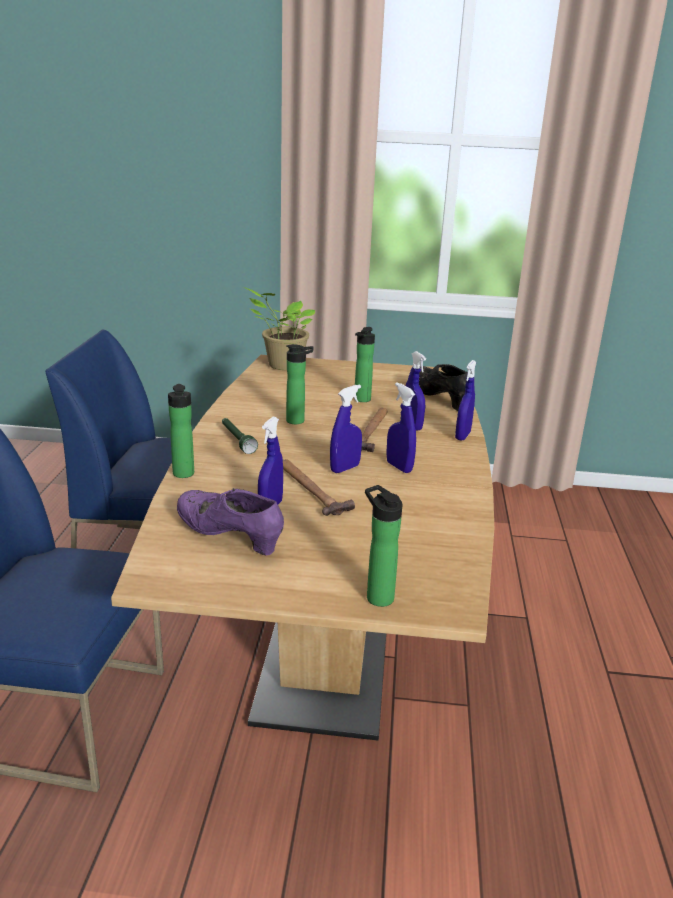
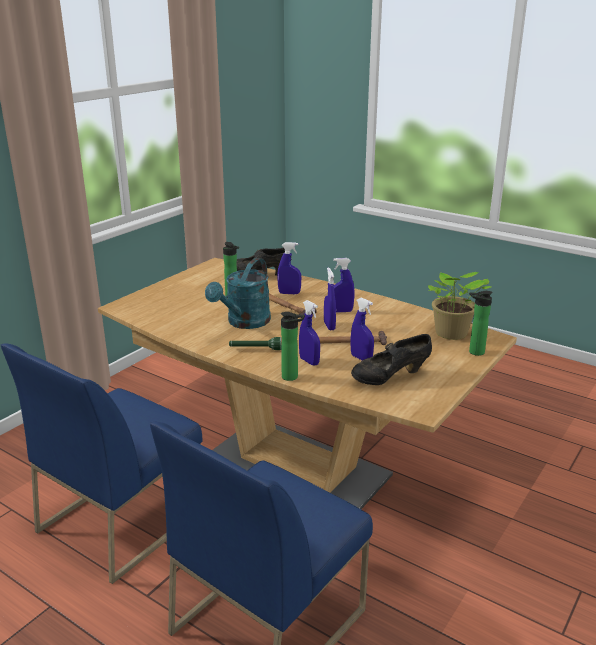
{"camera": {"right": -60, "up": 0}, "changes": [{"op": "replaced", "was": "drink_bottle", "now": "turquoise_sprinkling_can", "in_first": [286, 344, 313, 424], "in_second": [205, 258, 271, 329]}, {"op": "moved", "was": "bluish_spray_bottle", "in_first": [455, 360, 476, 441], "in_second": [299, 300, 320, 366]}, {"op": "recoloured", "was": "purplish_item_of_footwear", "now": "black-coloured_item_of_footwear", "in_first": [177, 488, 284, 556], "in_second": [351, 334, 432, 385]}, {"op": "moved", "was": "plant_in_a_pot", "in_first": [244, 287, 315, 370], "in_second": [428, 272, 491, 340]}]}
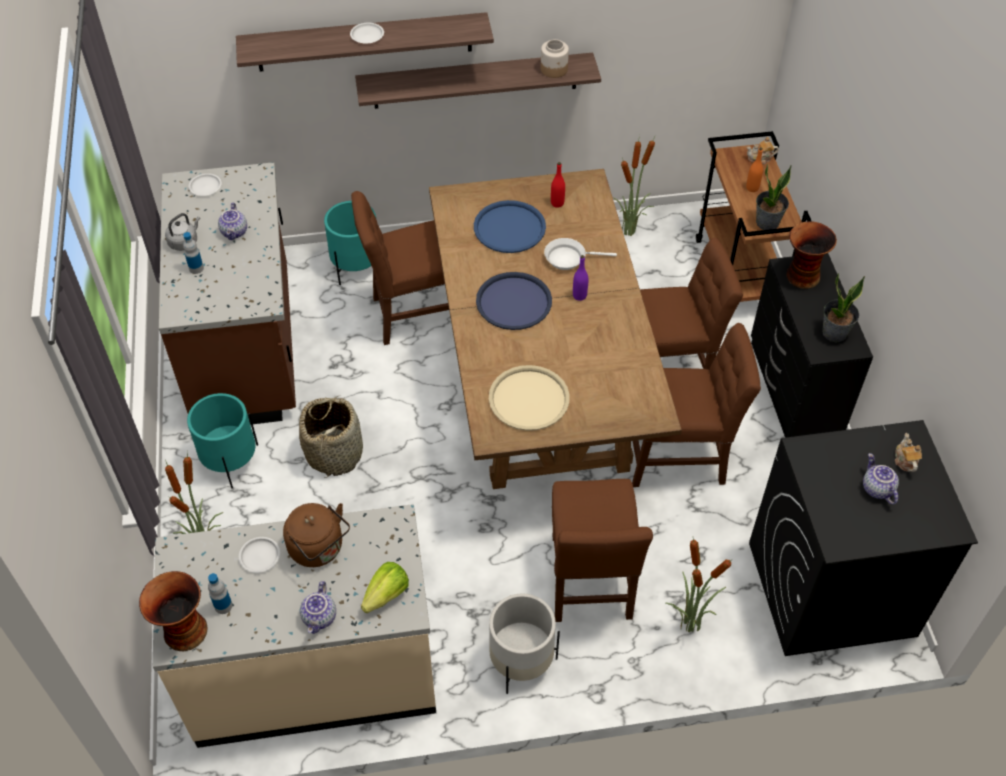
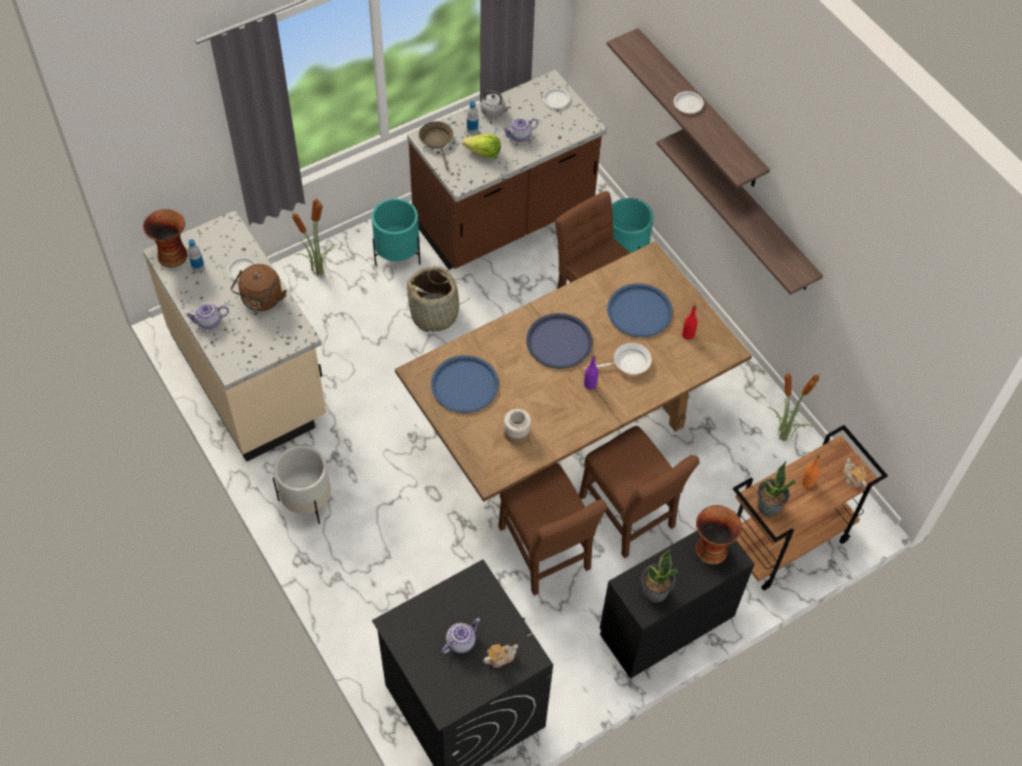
{"camera": {"right": 65, "up": 5}, "changes": [{"op": "added", "now": "brownish_pan", "in_second": [419, 121, 453, 170]}, {"op": "recoloured", "was": "beige-coloured_serving_tray", "now": "bluish_serving_tray", "in_first": [489, 365, 570, 431], "in_second": [431, 355, 499, 413]}, {"op": "moved", "was": "lettuce", "in_first": [361, 562, 409, 613], "in_second": [462, 134, 501, 158]}, {"op": "moved", "was": "jar", "in_first": [541, 39, 569, 78], "in_second": [504, 409, 531, 444]}, {"op": "turned", "was": "white-coloured_pan", "in_first": [544, 238, 617, 270], "in_second": [586, 343, 652, 374], "clockwise": 105}, {"op": "removed", "was": "brownish_chair", "in_first": [552, 479, 653, 622]}, {"op": "removed", "was": "plant_in_a_pot", "in_first": [665, 538, 731, 632]}]}
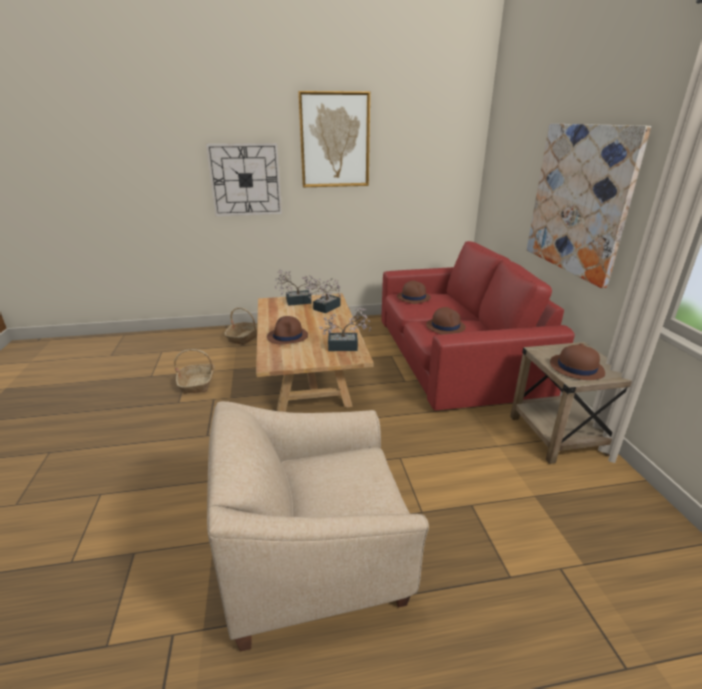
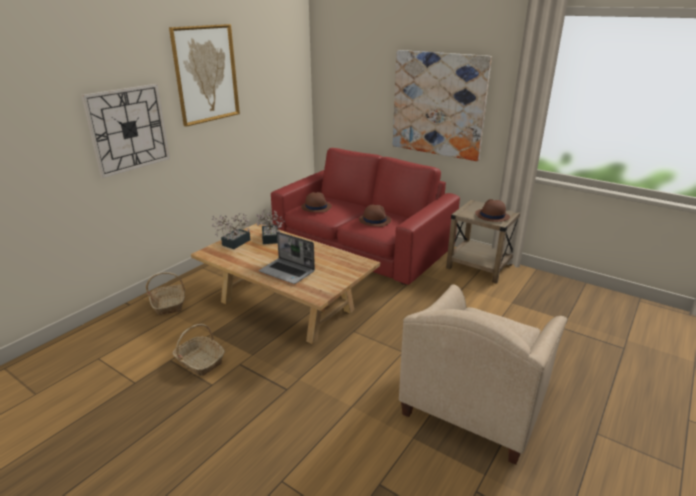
{"camera": {"right": -45, "up": 0}, "changes": [{"op": "replaced", "was": "brownish_clothing_hat", "now": "notebook_computer", "in_first": [267, 316, 308, 344], "in_second": [259, 232, 315, 284]}, {"op": "removed", "was": "plant_in_a_pot", "in_first": [319, 308, 371, 351]}]}
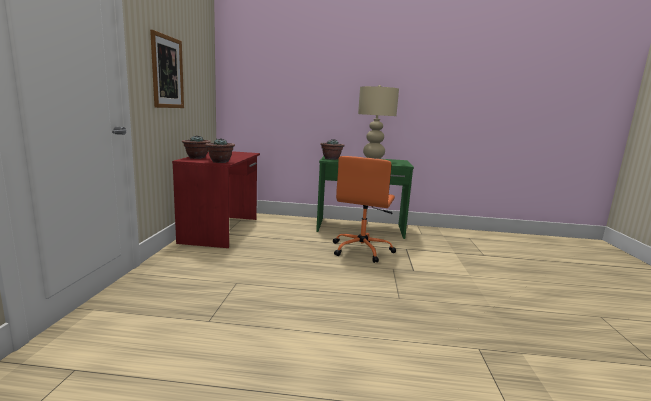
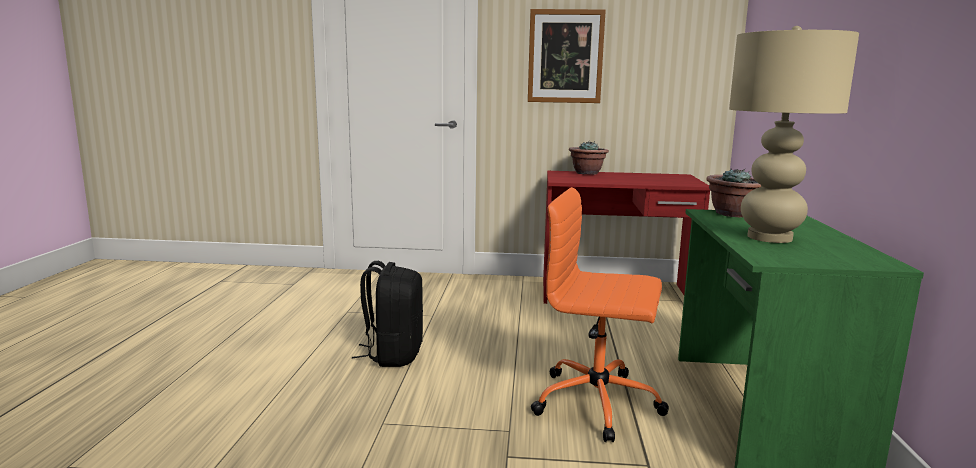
{"camera": {"right": 90, "up": 0}, "changes": [{"op": "added", "now": "black-coloured_backpack", "in_second": [352, 261, 423, 367]}, {"op": "removed", "was": "plant_in_a_pot", "in_first": [205, 138, 235, 163]}]}
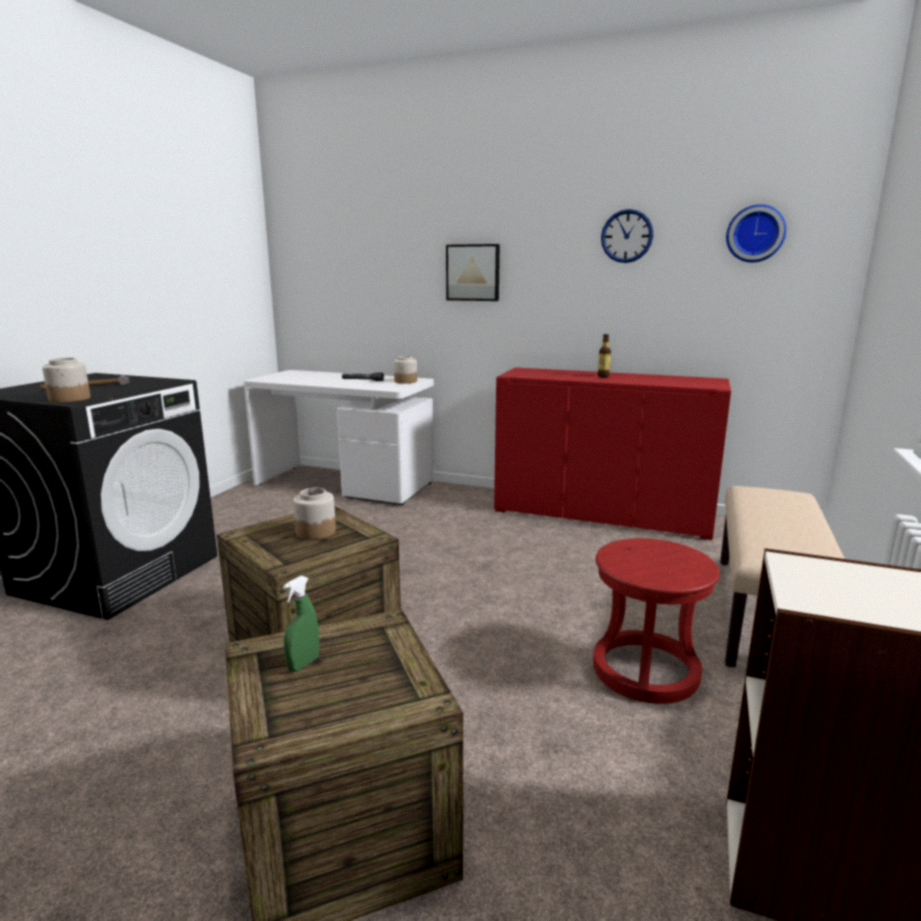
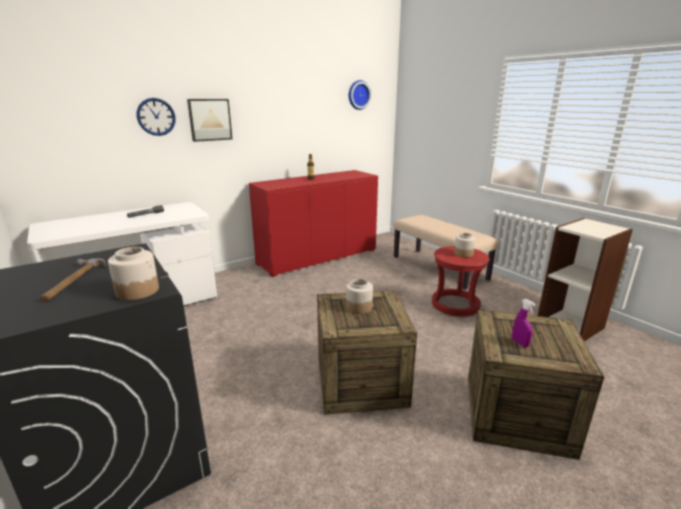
{"camera": {"right": -55, "up": 5}, "changes": [{"op": "moved", "was": "clock_on_the_wall", "in_first": [601, 209, 653, 263], "in_second": [137, 98, 176, 136]}, {"op": "moved", "was": "jar", "in_first": [394, 356, 417, 383], "in_second": [454, 233, 476, 257]}, {"op": "recoloured", "was": "green-coloured_spray_bottle", "now": "purplish_spray_bottle", "in_first": [283, 576, 319, 672], "in_second": [512, 299, 536, 347]}]}
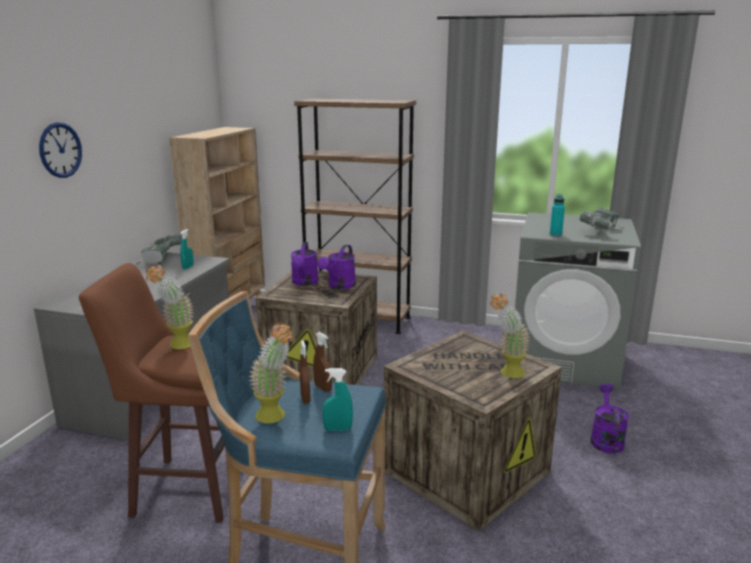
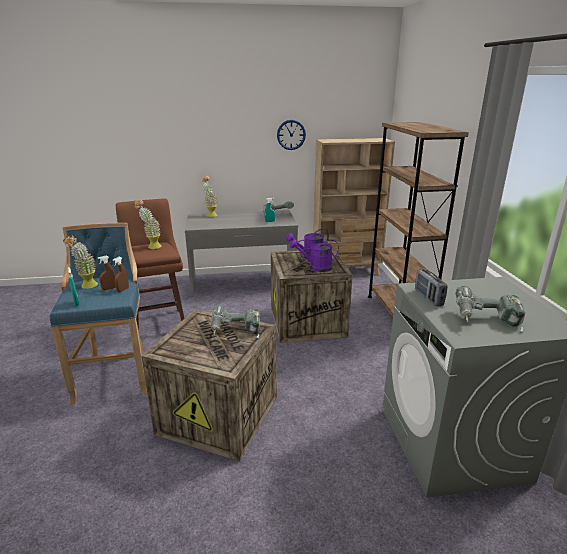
{"camera": {"right": 65, "up": 5}, "changes": [{"op": "moved", "was": "plant_in_a_pot", "in_first": [490, 293, 530, 378], "in_second": [202, 176, 218, 217]}, {"op": "added", "now": "power_drill", "in_second": [211, 305, 260, 339]}, {"op": "moved", "was": "clock_on_the_wall", "in_first": [39, 122, 82, 178], "in_second": [277, 120, 306, 150]}, {"op": "replaced", "was": "turquoise_drink_bottle", "now": "radio_set", "in_first": [550, 194, 565, 236], "in_second": [415, 268, 448, 306]}, {"op": "removed", "was": "purplish_sprinkling_can", "in_first": [590, 383, 629, 454]}]}
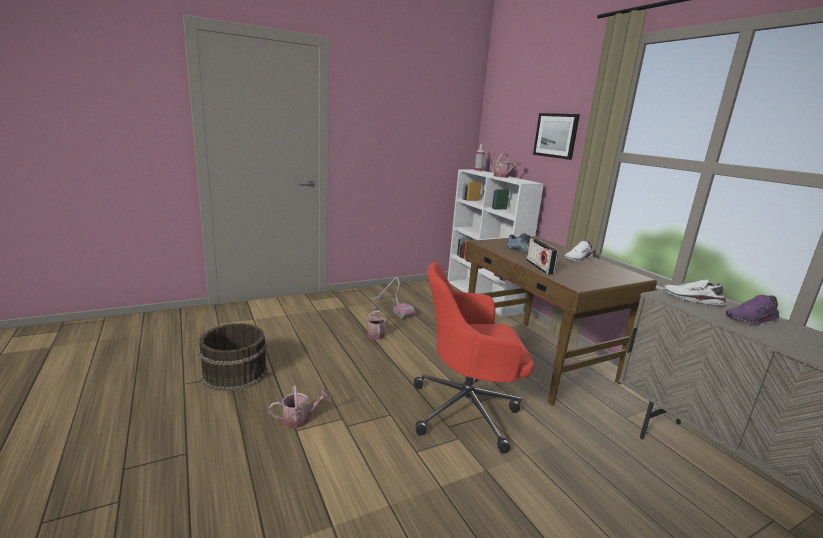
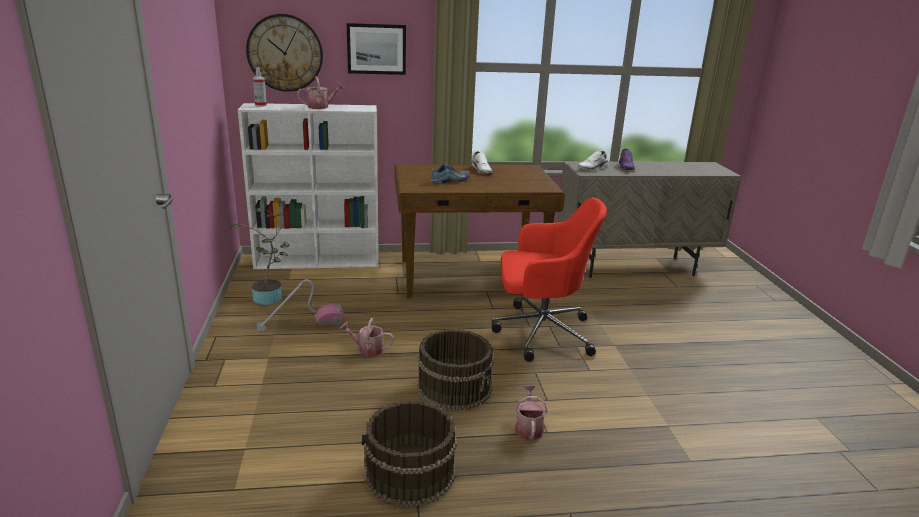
{"camera": {"right": -70, "up": 5}, "changes": [{"op": "added", "now": "plant_in_a_pot", "in_second": [231, 207, 290, 305]}, {"op": "added", "now": "clock_on_the_wall", "in_second": [246, 14, 323, 92]}, {"op": "added", "now": "brownish_bucket", "in_second": [417, 329, 494, 411]}, {"op": "turned", "was": "red_office_chair", "in_first": [414, 262, 534, 454], "in_second": [491, 197, 607, 362], "clockwise": -105}, {"op": "removed", "was": "radio_set", "in_first": [526, 238, 558, 275]}]}
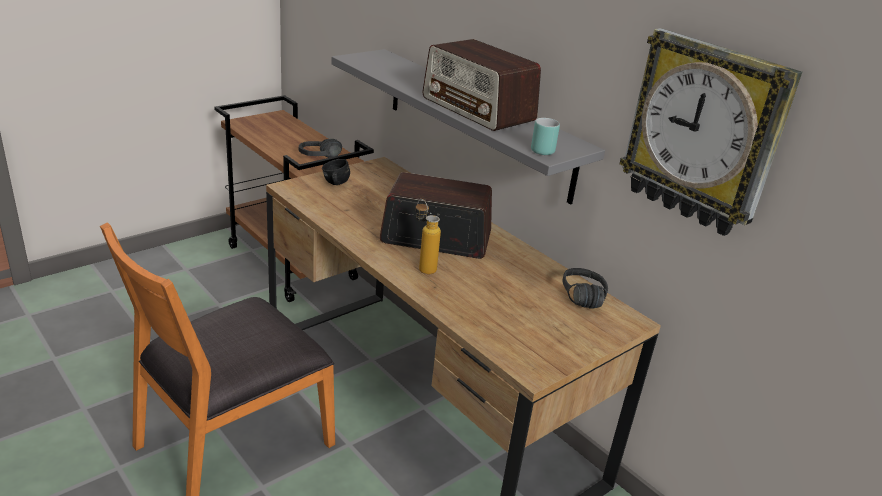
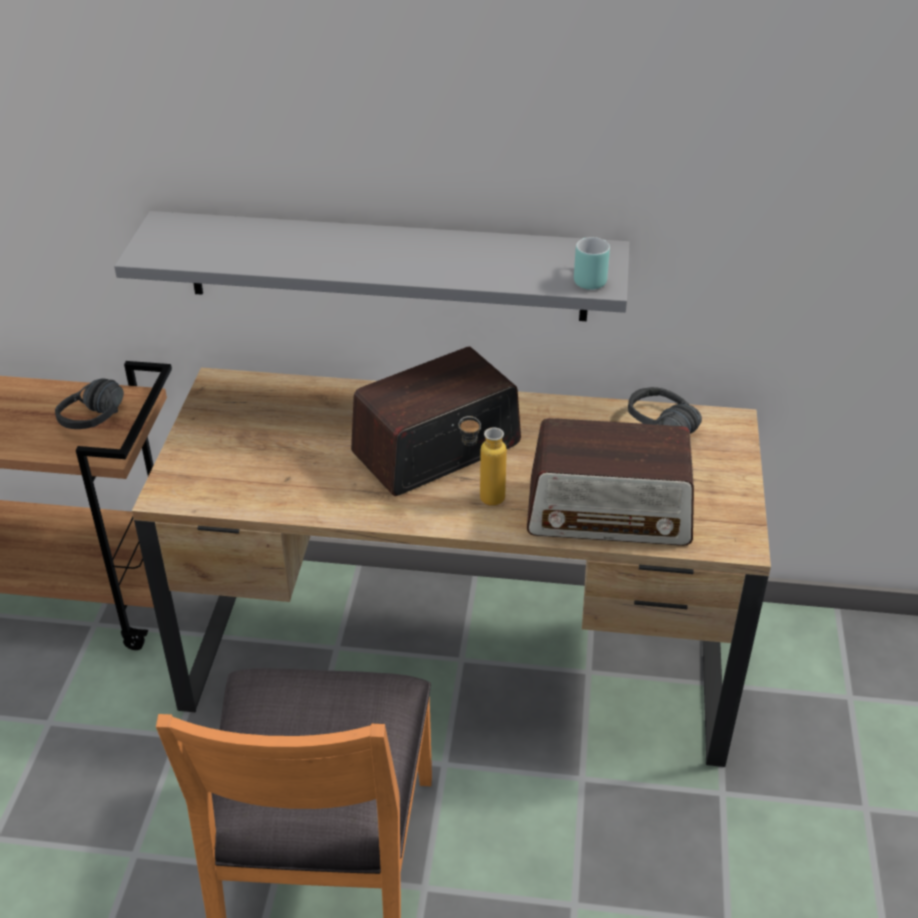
{"camera": {"right": -40, "up": 10}, "changes": [{"op": "moved", "was": "radio_set", "in_first": [422, 39, 541, 131], "in_second": [527, 418, 694, 546]}, {"op": "removed", "was": "black-coloured_coffee_mug", "in_first": [322, 159, 350, 185]}, {"op": "removed", "was": "clock_on_the_wall", "in_first": [619, 28, 802, 236]}]}
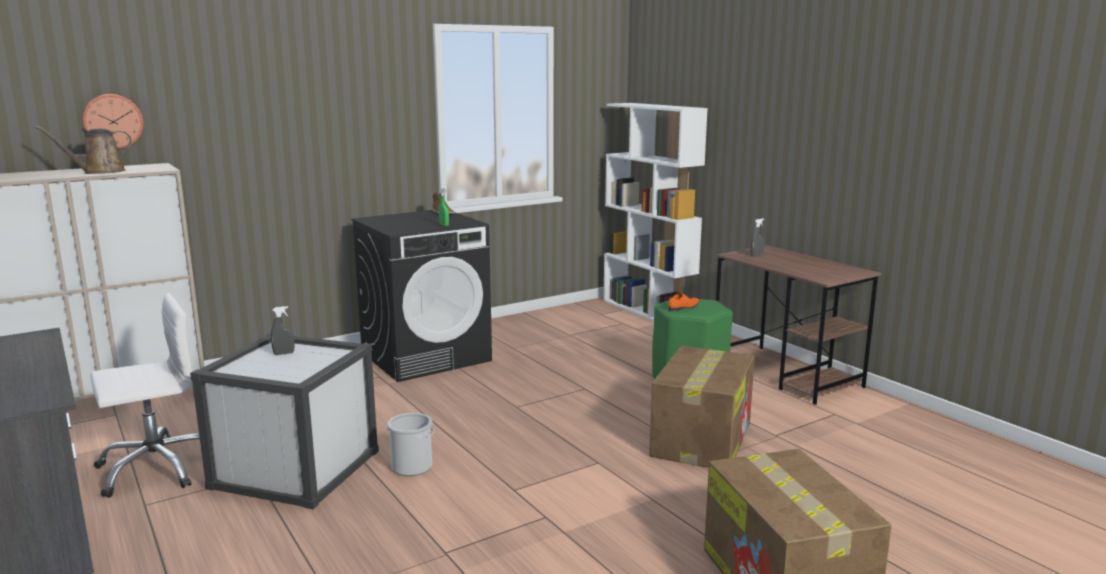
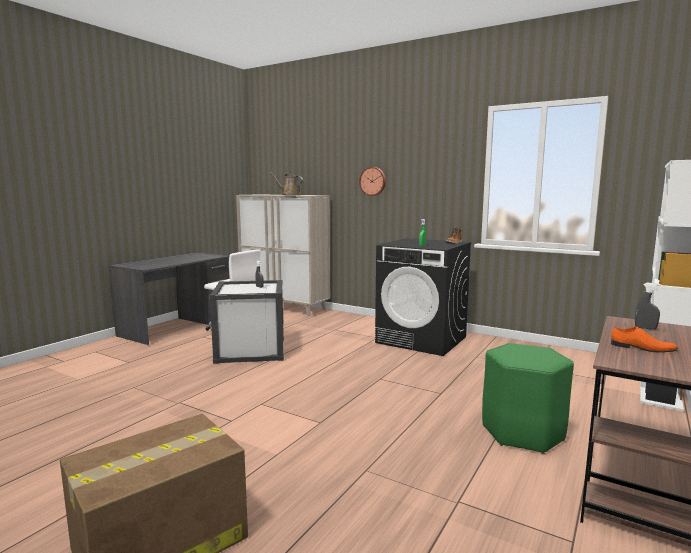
{"camera": {"right": 65, "up": -5}, "changes": [{"op": "moved", "was": "clock_on_the_wall", "in_first": [82, 94, 144, 149], "in_second": [359, 167, 386, 196]}, {"op": "moved", "was": "orangey_item_of_footwear", "in_first": [668, 293, 699, 311], "in_second": [611, 326, 678, 352]}, {"op": "removed", "was": "bucket", "in_first": [386, 413, 434, 476]}, {"op": "removed", "was": "packing_box", "in_first": [649, 346, 755, 468]}]}
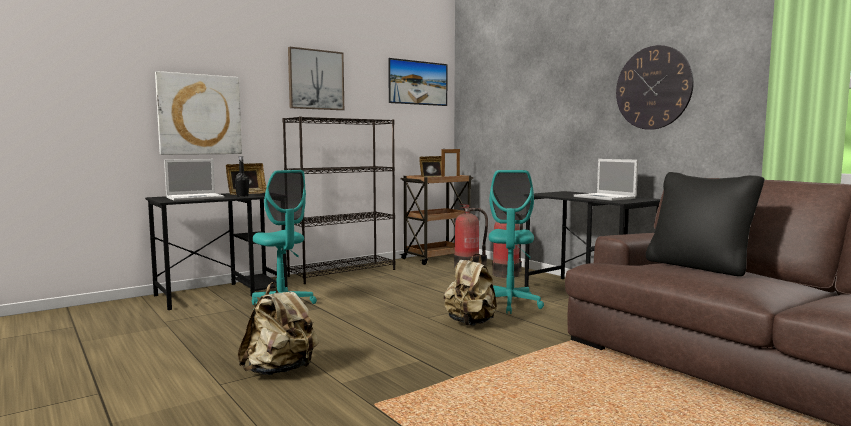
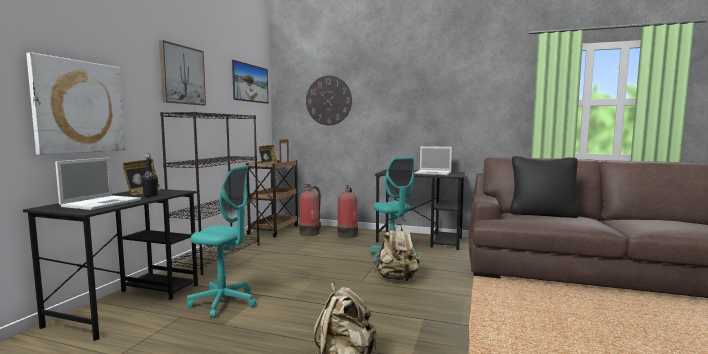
{"camera": {"right": -35, "up": 0}, "changes": [{"op": "moved", "was": "clock_on_the_wall", "in_first": [616, 45, 694, 130], "in_second": [306, 76, 352, 125]}]}
